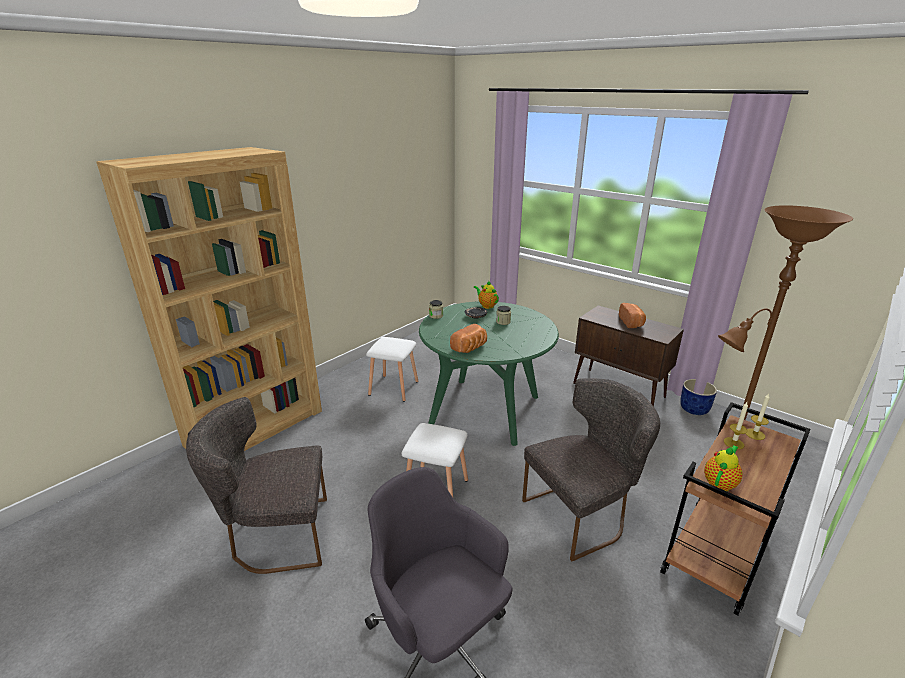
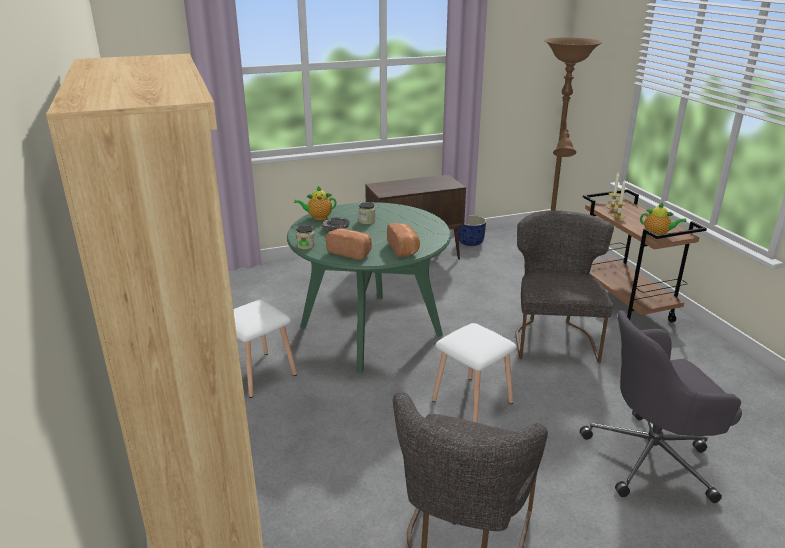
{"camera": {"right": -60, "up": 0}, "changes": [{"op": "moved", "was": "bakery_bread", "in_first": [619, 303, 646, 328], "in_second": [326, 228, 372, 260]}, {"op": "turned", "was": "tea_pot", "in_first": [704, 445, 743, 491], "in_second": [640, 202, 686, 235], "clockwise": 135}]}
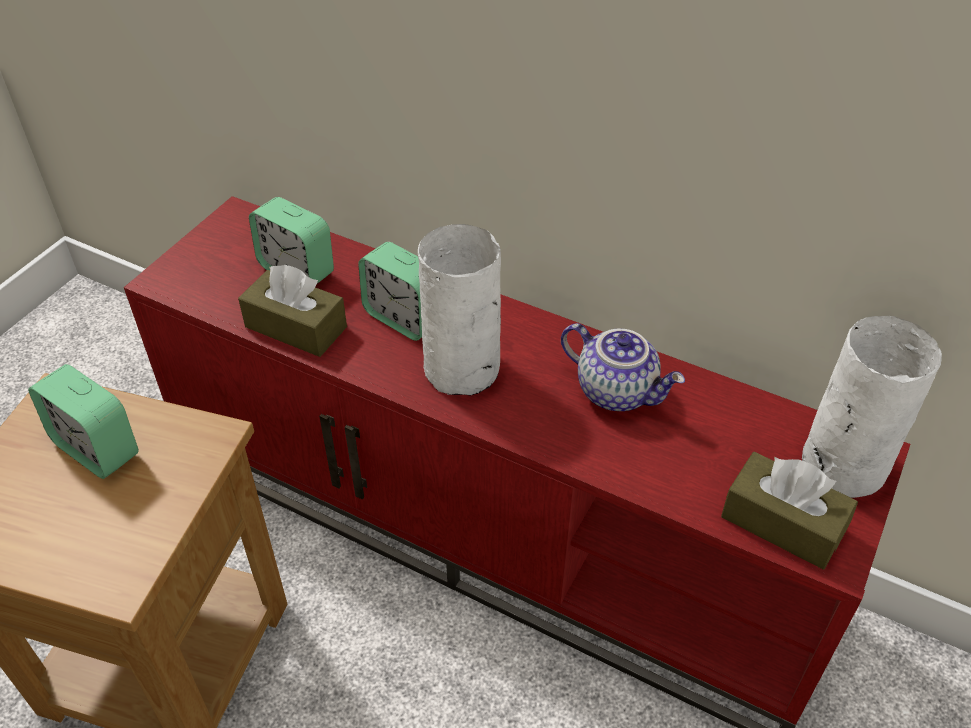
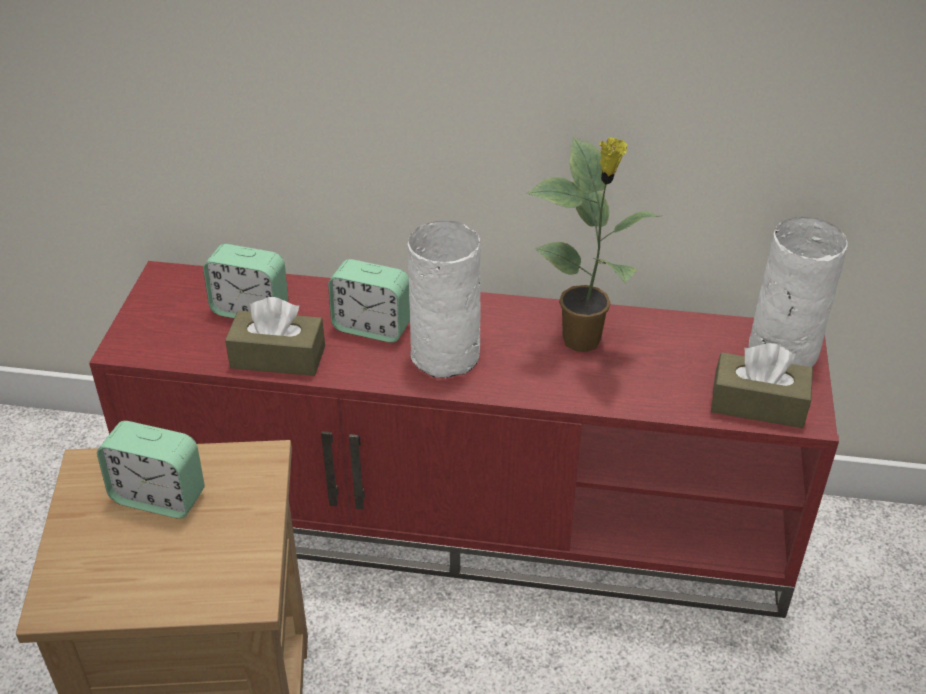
{"camera": {"right": -20, "up": -5}, "changes": [{"op": "replaced", "was": "tea_pot", "now": "plant_in_a_pot", "in_first": [561, 323, 685, 411], "in_second": [527, 136, 662, 352]}]}
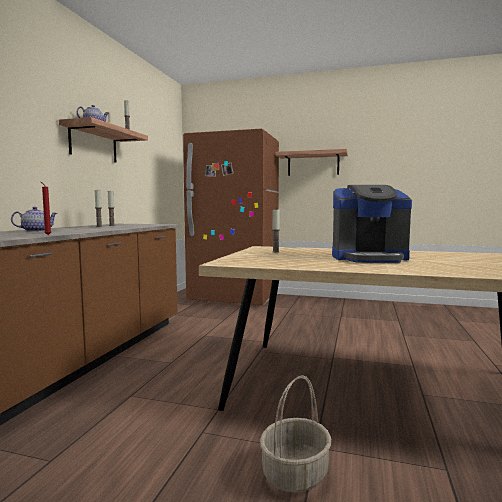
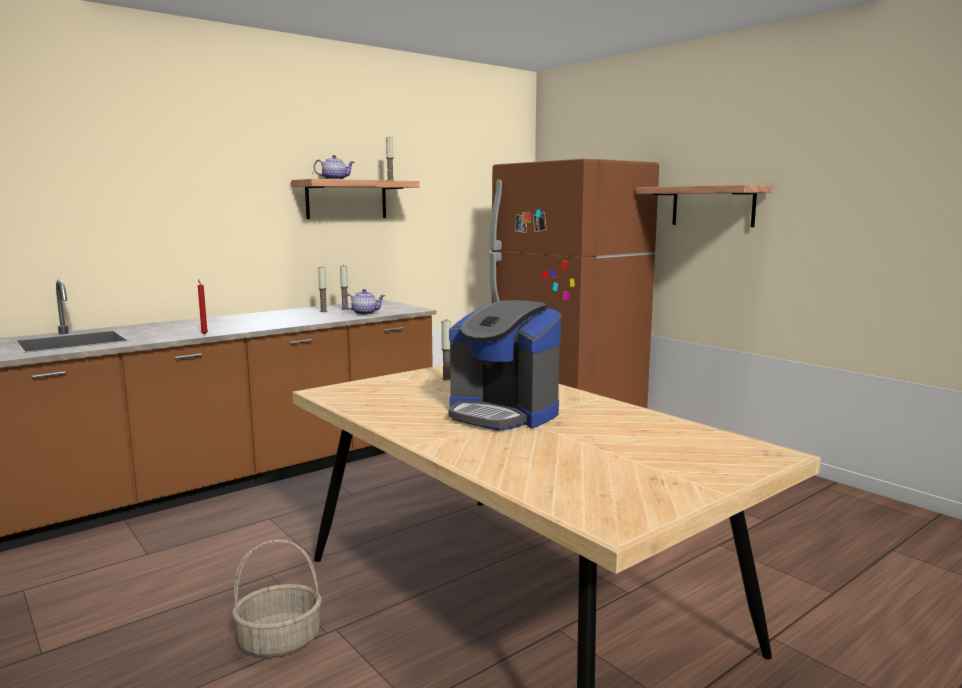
{"camera": {"right": 35, "up": 5}, "changes": [{"op": "moved", "was": "tea_pot", "in_first": [11, 207, 58, 232], "in_second": [343, 289, 385, 315]}]}
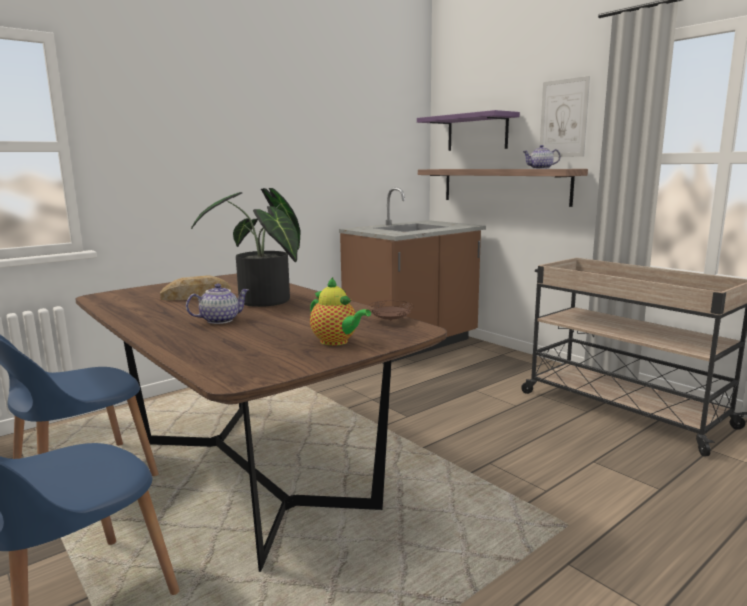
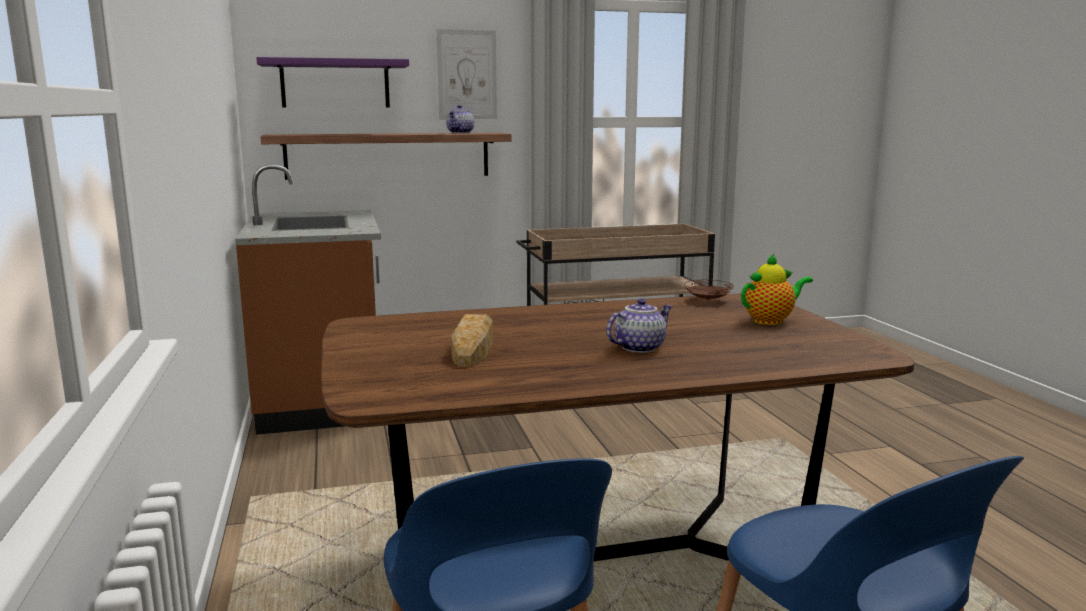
{"camera": {"right": -65, "up": 0}, "changes": [{"op": "turned", "was": "tea_pot", "in_first": [186, 284, 249, 324], "in_second": [606, 299, 673, 353], "clockwise": 60}, {"op": "removed", "was": "plant_in_a_pot", "in_first": [191, 188, 301, 307]}]}
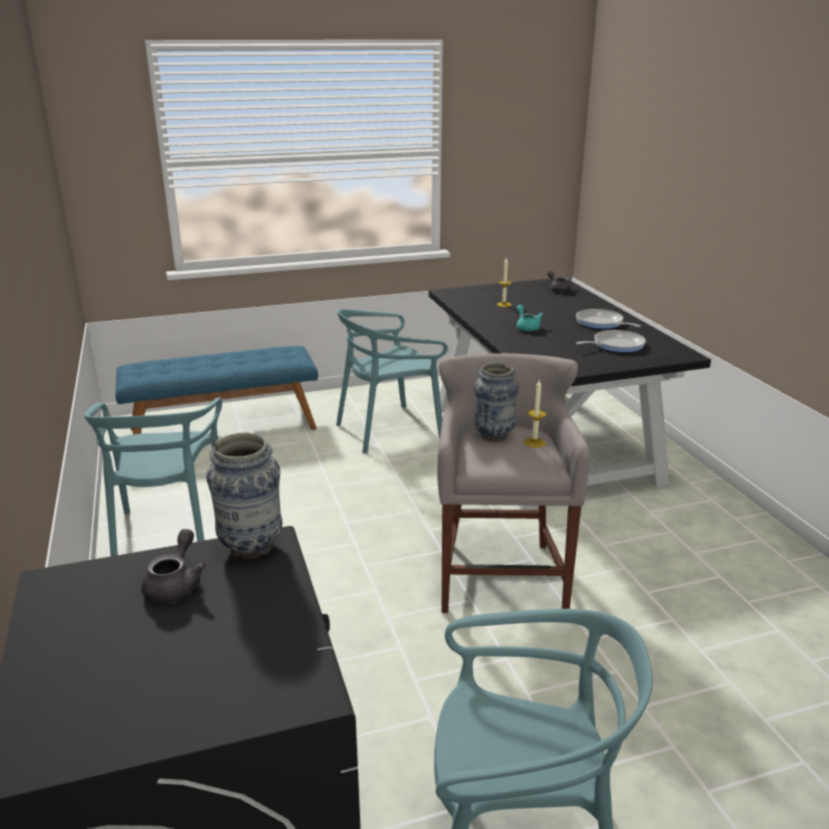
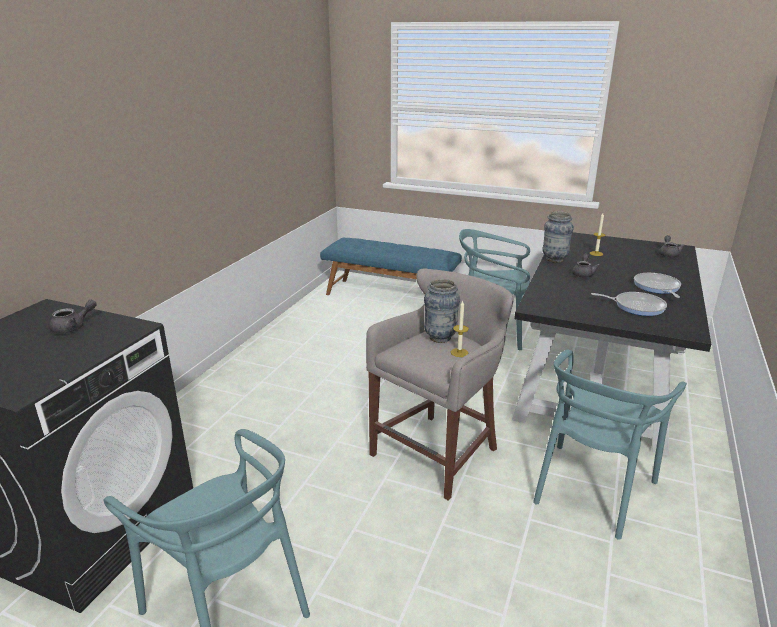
{"camera": {"right": 40, "up": 0}, "changes": [{"op": "moved", "was": "turquoise_chair", "in_first": [84, 397, 222, 556], "in_second": [533, 350, 687, 540]}, {"op": "moved", "was": "vase", "in_first": [206, 432, 282, 559], "in_second": [542, 211, 574, 263]}, {"op": "recoloured", "was": "turquoise_tea_pot", "now": "grey_tea_pot", "in_first": [516, 305, 543, 331], "in_second": [572, 253, 600, 278]}]}
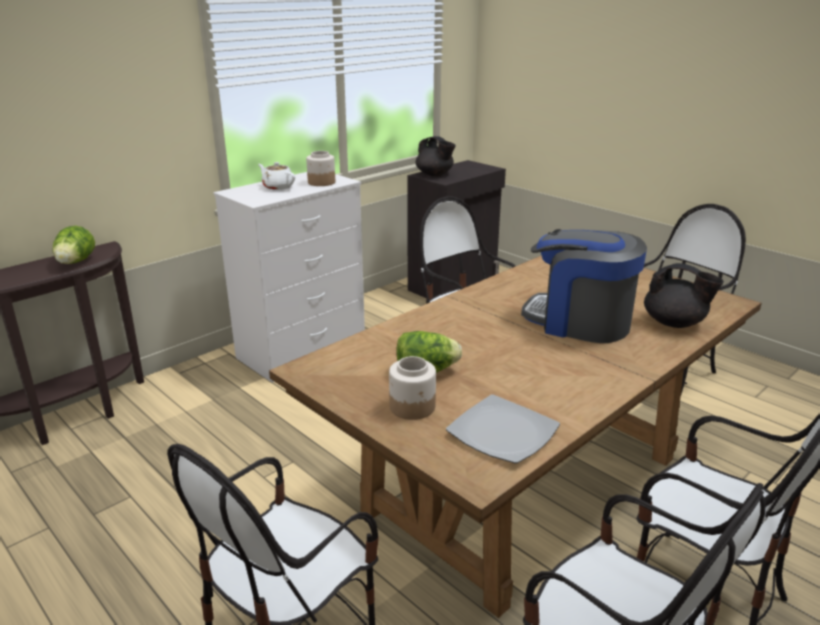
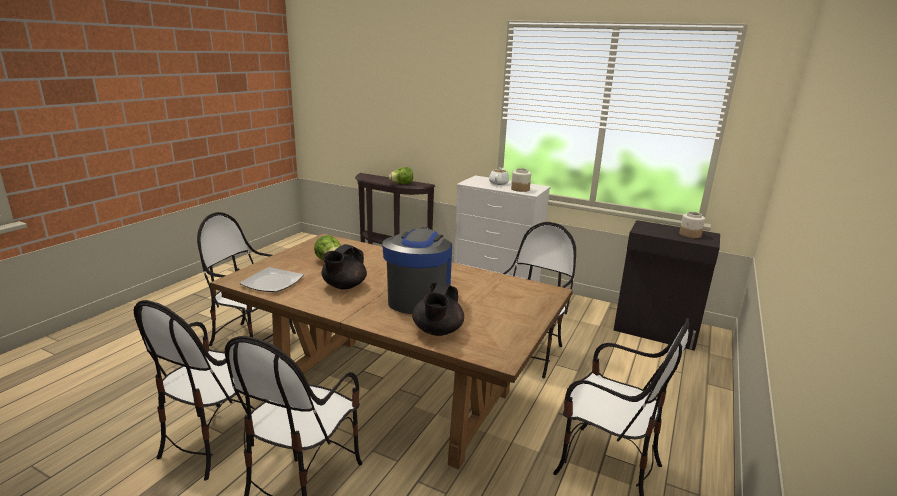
{"camera": {"right": 70, "up": -5}, "changes": [{"op": "moved", "was": "black-coloured_tea_pot", "in_first": [416, 136, 456, 176], "in_second": [322, 244, 367, 289]}, {"op": "moved", "was": "jar", "in_first": [389, 356, 436, 420], "in_second": [679, 212, 705, 238]}]}
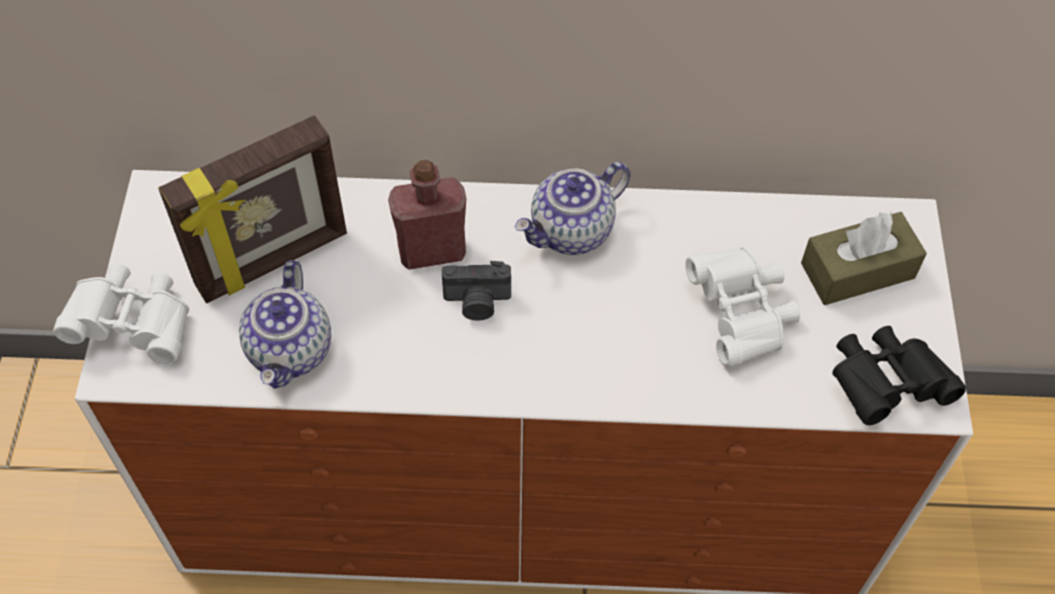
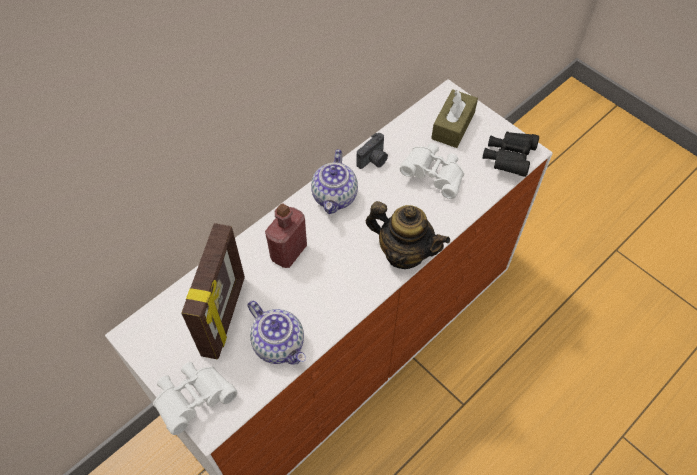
{"camera": {"right": -45, "up": 0}, "changes": [{"op": "moved", "was": "photo_camera", "in_first": [442, 261, 511, 321], "in_second": [356, 133, 388, 169]}, {"op": "added", "now": "tea_pot", "in_second": [366, 201, 450, 269]}]}
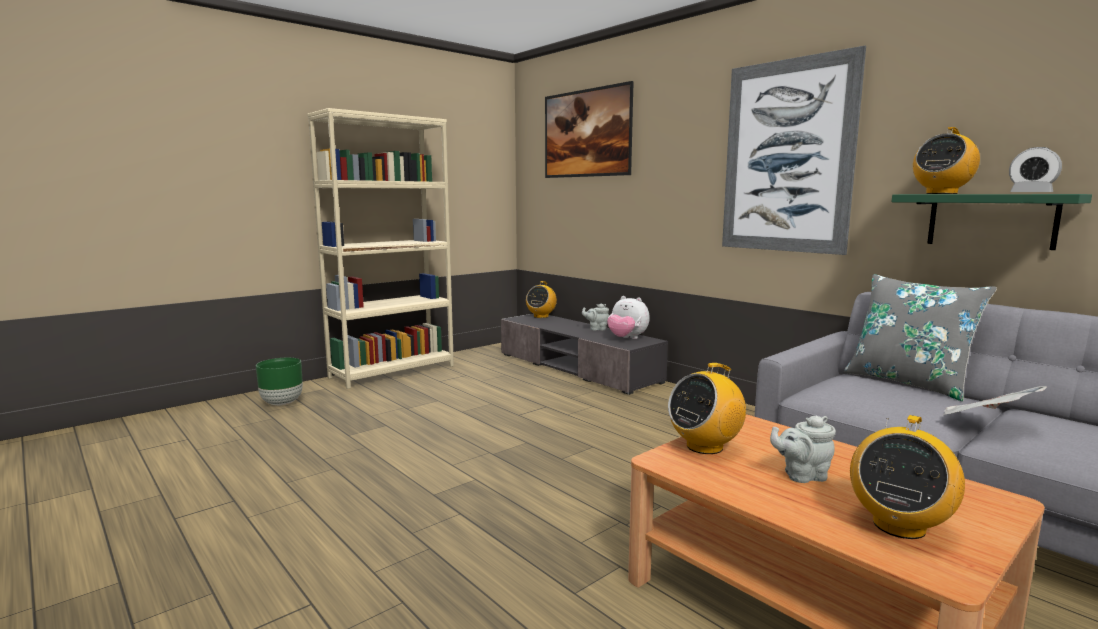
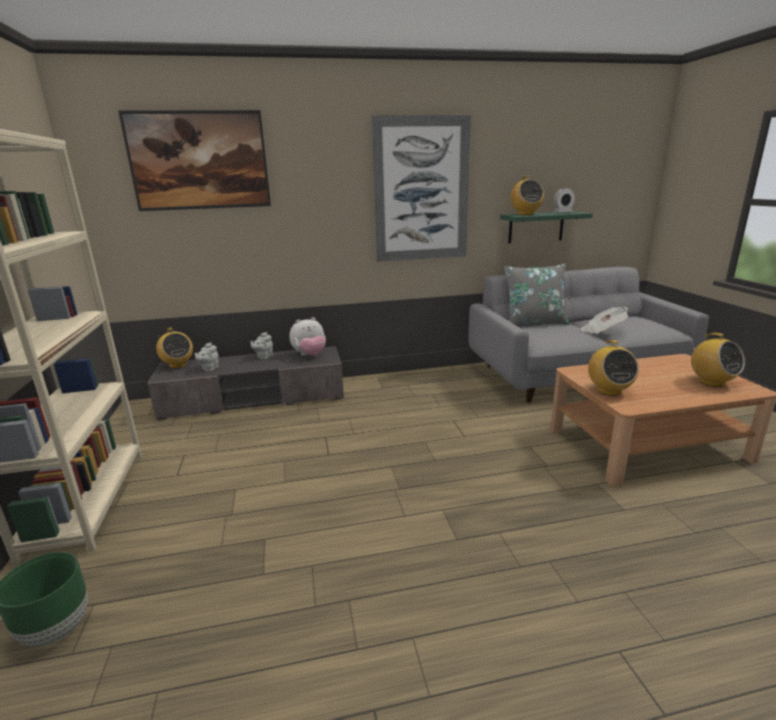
{"camera": {"right": -60, "up": 10}, "changes": [{"op": "moved", "was": "grey_tea_pot", "in_first": [770, 416, 836, 483], "in_second": [194, 342, 219, 372]}]}
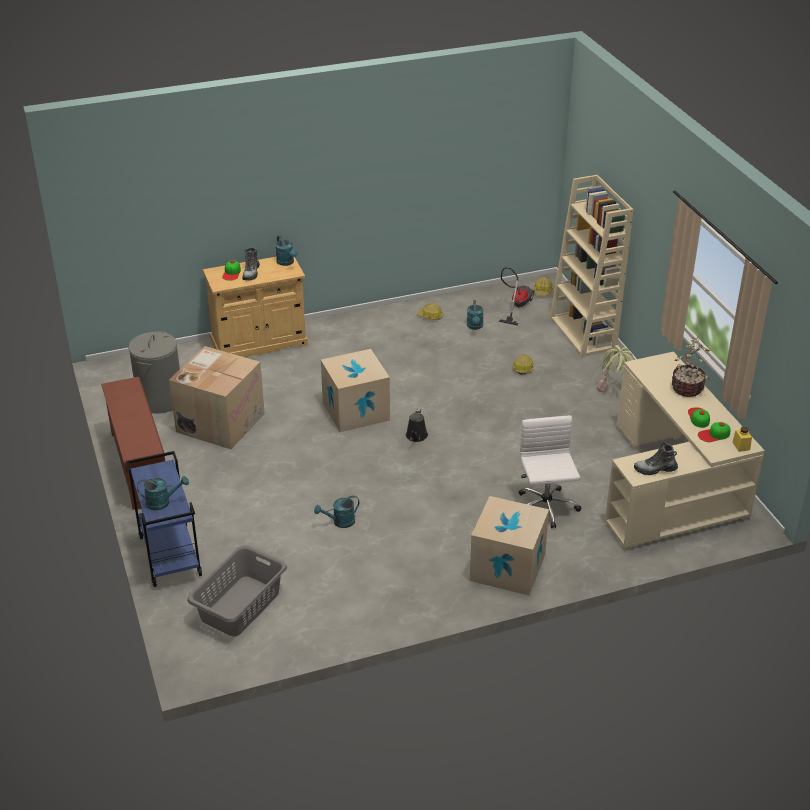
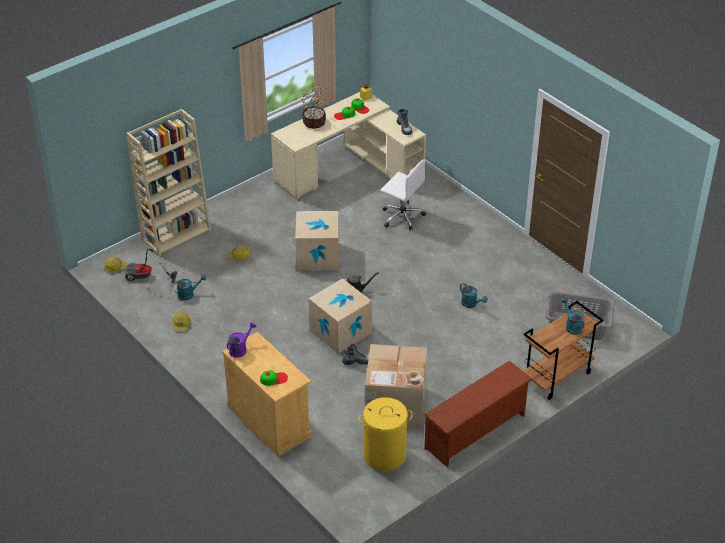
{"camera": {"right": -110, "up": 5}, "changes": [{"op": "recoloured", "was": "turquoise_sprinkling_can", "now": "purplish_sprinkling_can", "in_first": [275, 236, 298, 266], "in_second": [227, 322, 256, 358]}, {"op": "moved", "was": "packing_box", "in_first": [470, 496, 549, 595], "in_second": [295, 211, 339, 270]}, {"op": "moved", "was": "boot", "in_first": [242, 247, 260, 280], "in_second": [342, 344, 369, 365]}, {"op": "recoloured", "was": "grey_hamper", "now": "yellow-coloured_hamper", "in_first": [129, 331, 180, 414], "in_second": [358, 397, 413, 471]}, {"op": "turned", "was": "white-coloured_office_chair", "in_first": [519, 416, 581, 528], "in_second": [380, 159, 426, 230], "clockwise": -120}, {"op": "recoloured", "was": "bluish_cart", "now": "brownish_cart", "in_first": [126, 451, 202, 587], "in_second": [523, 301, 604, 400]}, {"op": "removed", "was": "plant_in_a_pot", "in_first": [597, 345, 633, 392]}]}
